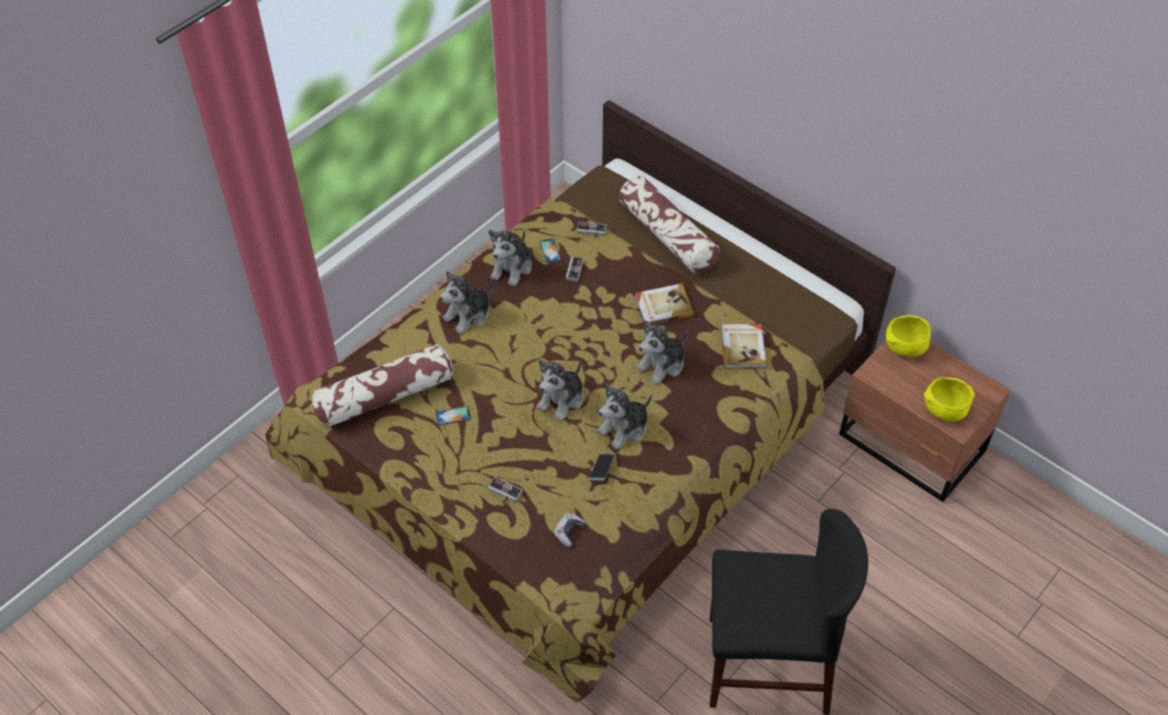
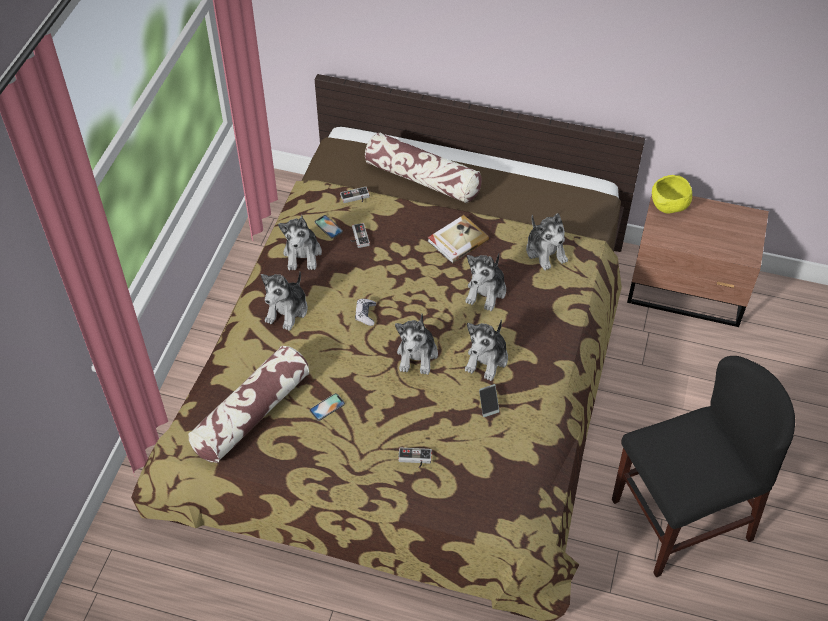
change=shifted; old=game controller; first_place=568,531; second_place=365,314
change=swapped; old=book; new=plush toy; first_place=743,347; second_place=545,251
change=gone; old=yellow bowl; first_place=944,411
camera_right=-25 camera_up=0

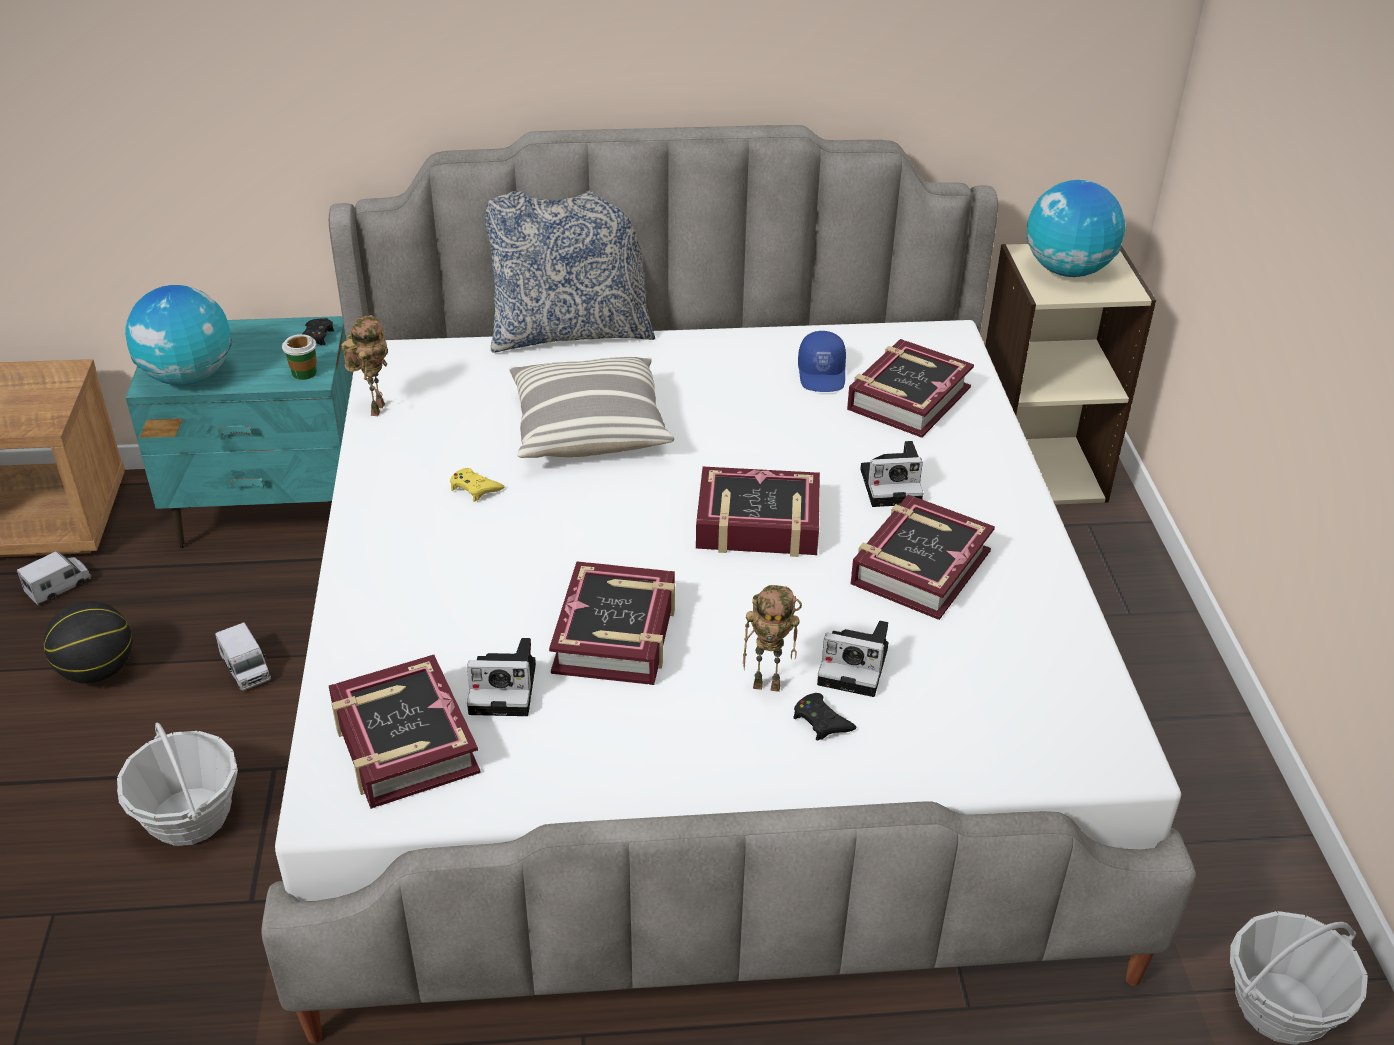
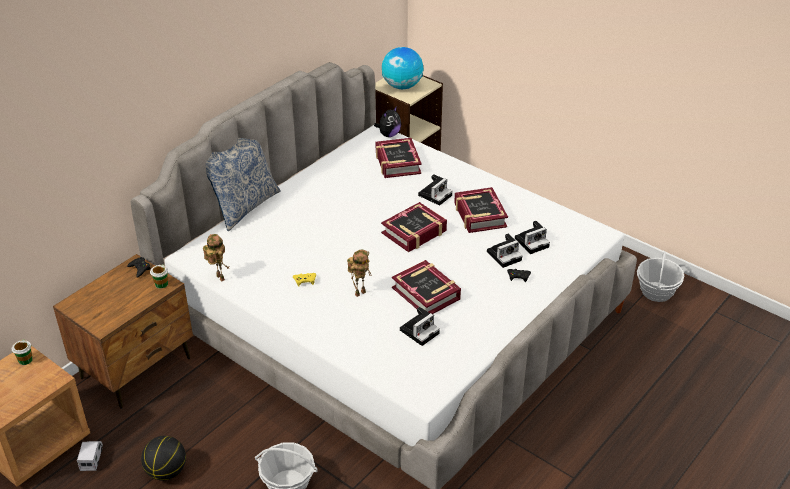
change=gone; old=globe; first_place=188,377
change=repainted; old=turquoise nightstand; new=brown nightstand; first_place=272,508; second_place=137,368
change=gone; old=toy truck; first_place=246,669
change=gone; old=book; first_place=403,742
change=gone; old=pillow; first_place=588,428
change=shifted; old=toy robot; first_place=769,684; second_place=360,292
change=gone; old=blue cap; first_place=822,374
change=new; new=cup; second_place=25,360
change=new; new=plush toy; second_place=389,135
change=new; new=photo camera; second_place=532,242
camera_right=-45 camera_up=0

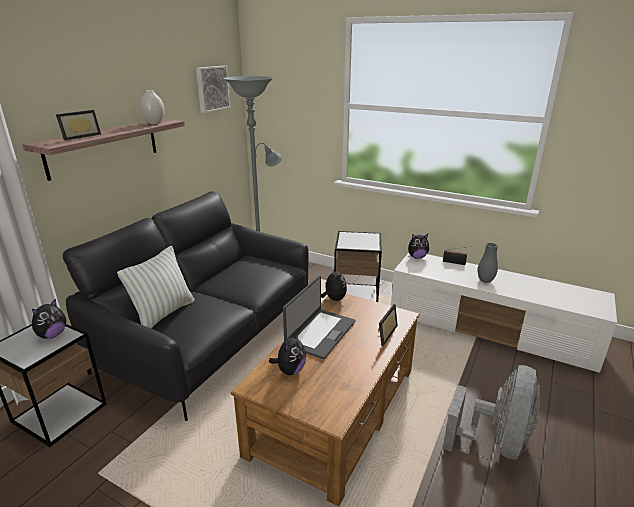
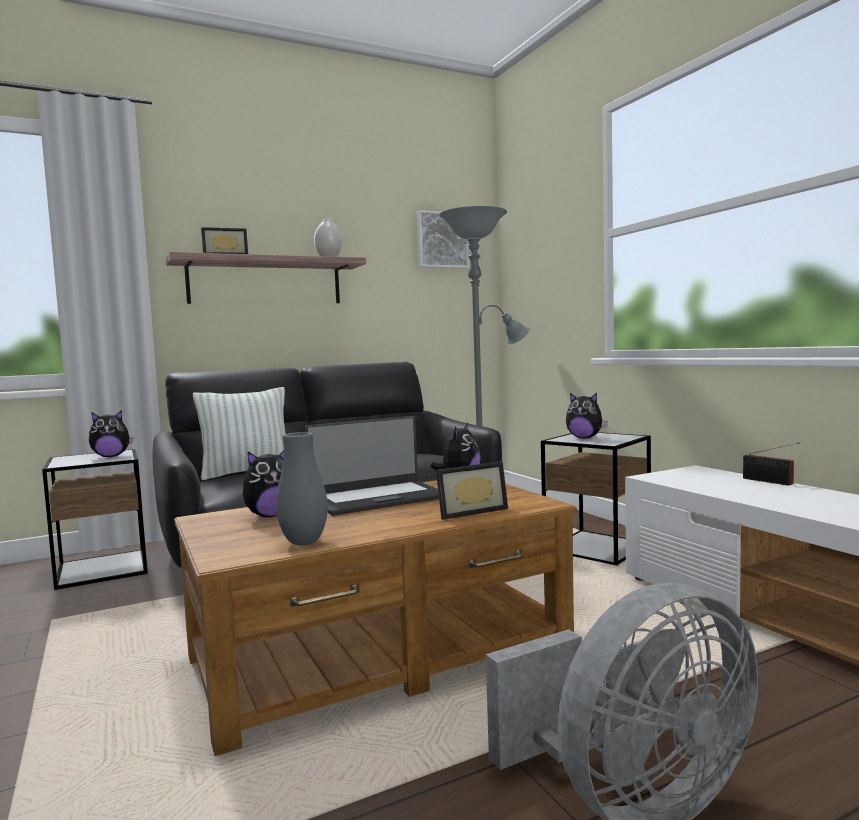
change=shifted; old=plush toy; first_place=417,257; second_place=585,438
change=shifted; old=grey vase; first_place=485,281; second_place=304,542
camera_right=35 camera_up=-20

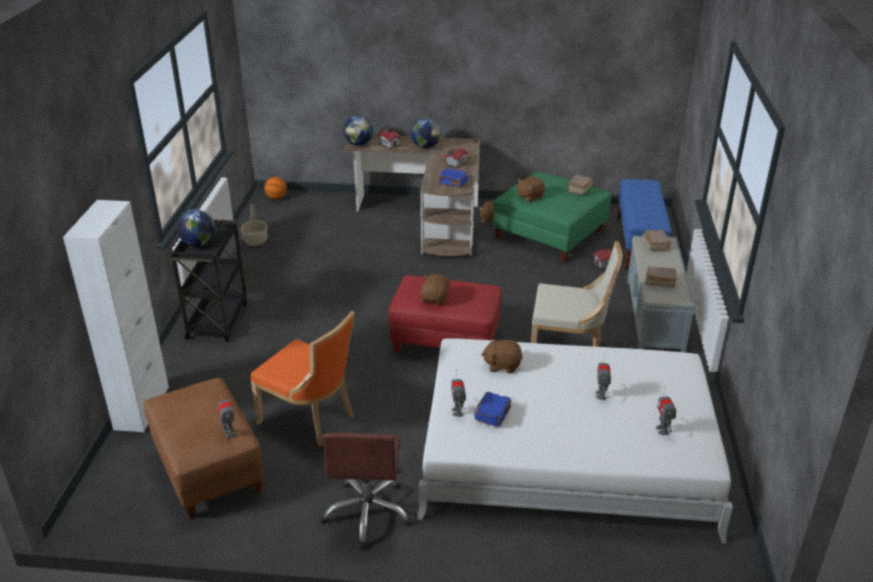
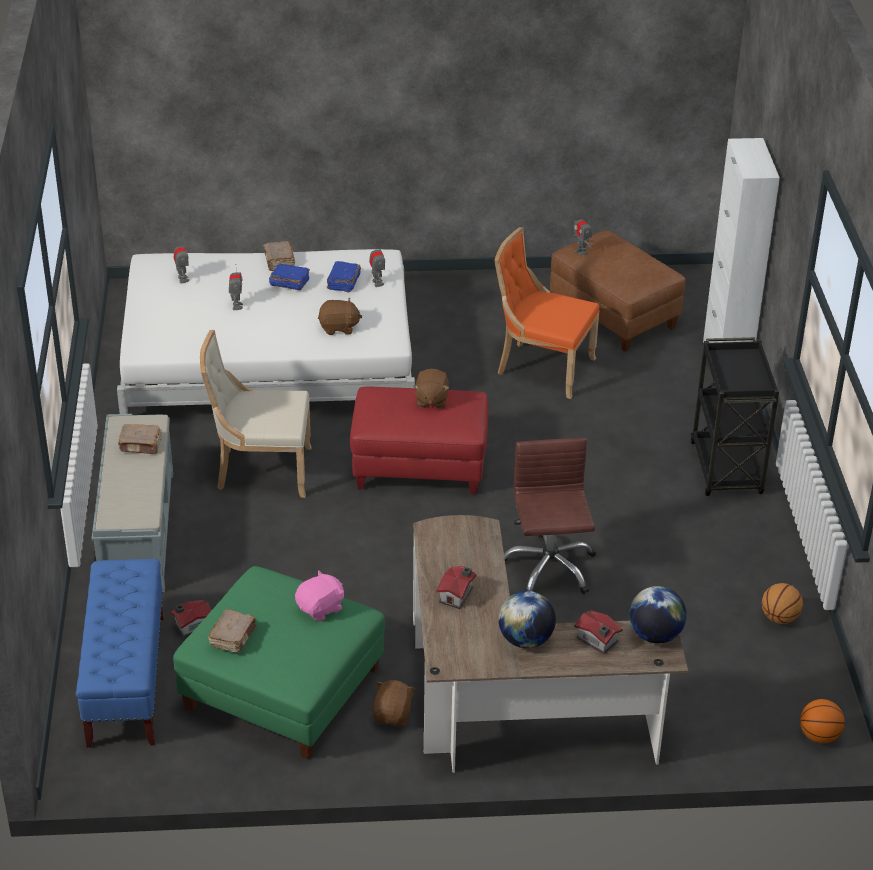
change=gone; old=globe; first_place=198,244
change=swapped; old=basket; new=basketball; first_place=255,240; second_place=779,618
change=shifted; old=brown office chair; first_place=368,512; second_place=548,568
change=shifted; old=blue book; first_place=453,182; second_place=289,283
change=repainted; old=brown plush toy; new=pink plush toy; first_place=529,197; second_place=321,608
change=shifted; old=brown book; first_place=655,245; second_place=279,262
camera_right=170 camera_up=5

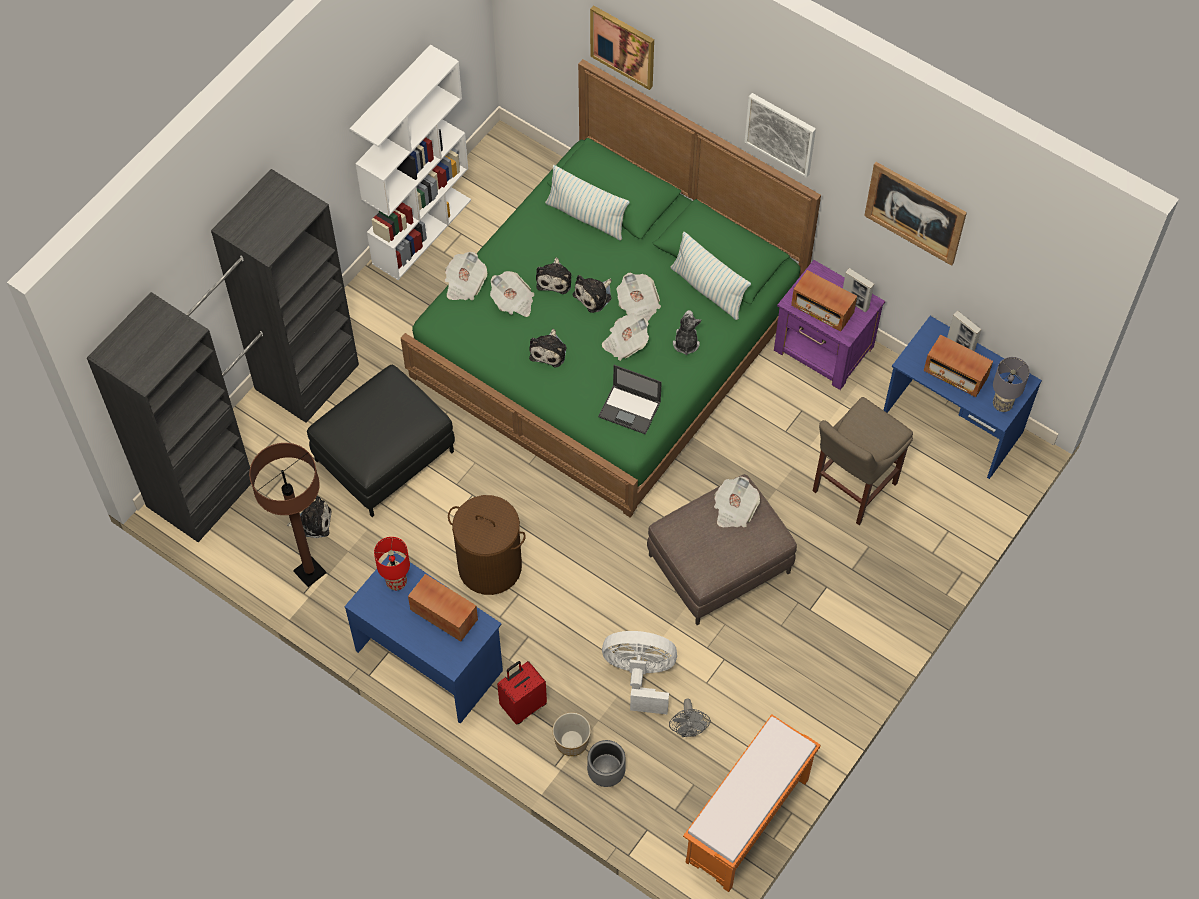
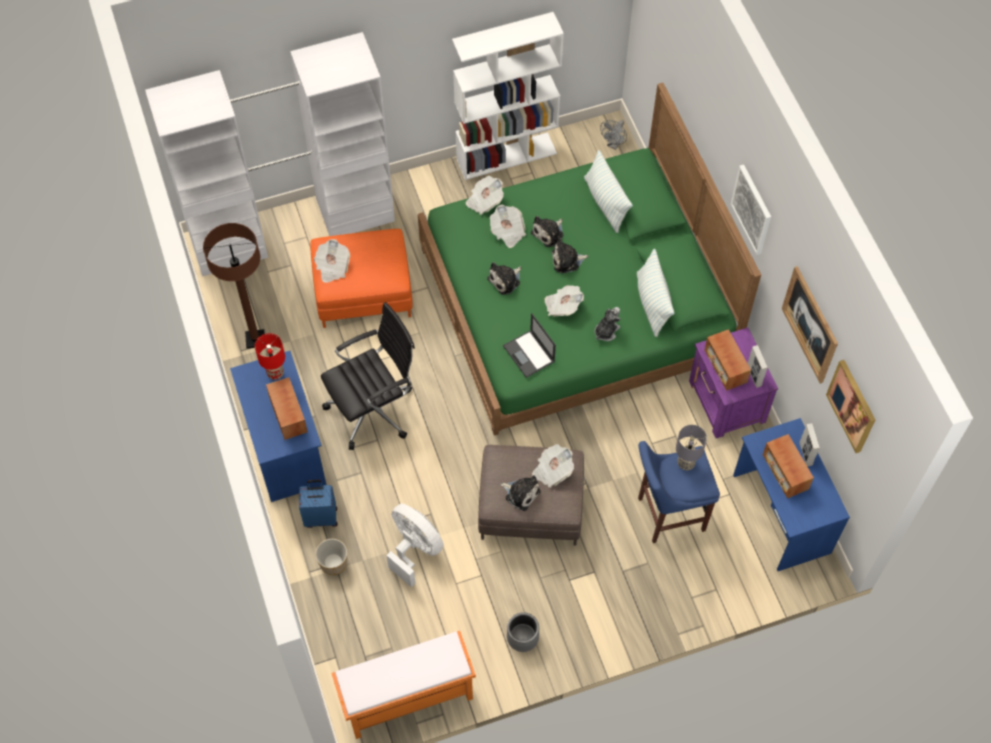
change=repainted; old=black wardrobe; new=white wardrobe; first_place=255,433; second_place=293,227
change=shifted; old=plush toy; first_place=313,522; second_place=521,493
change=repainted; old=black ottoman; new=orange ottoman; first_place=384,455; second_place=363,292
change=swapped; old=brown laundry basket; new=black office chair; first_place=490,566; second_place=374,409
change=repainted; old=red suitcase; new=blue suitcase; first_place=523,705; second_place=321,517
change=shifted; old=grey planter; first_place=606,770; second_place=522,637
change=shifted; old=picture; first_place=623,46; second_place=852,406
change=shifted; old=newspaper; first_place=638,305; second_place=332,267
change=shifted; old=grey fan; first_place=688,730; second_place=614,144
change=repainted; old=beige stool; new=blue stool; first_place=851,489; second_place=667,514
change=shifted; old=grey table lamp; first_place=1001,404; second_place=685,463
camera_right=35 camera_up=0

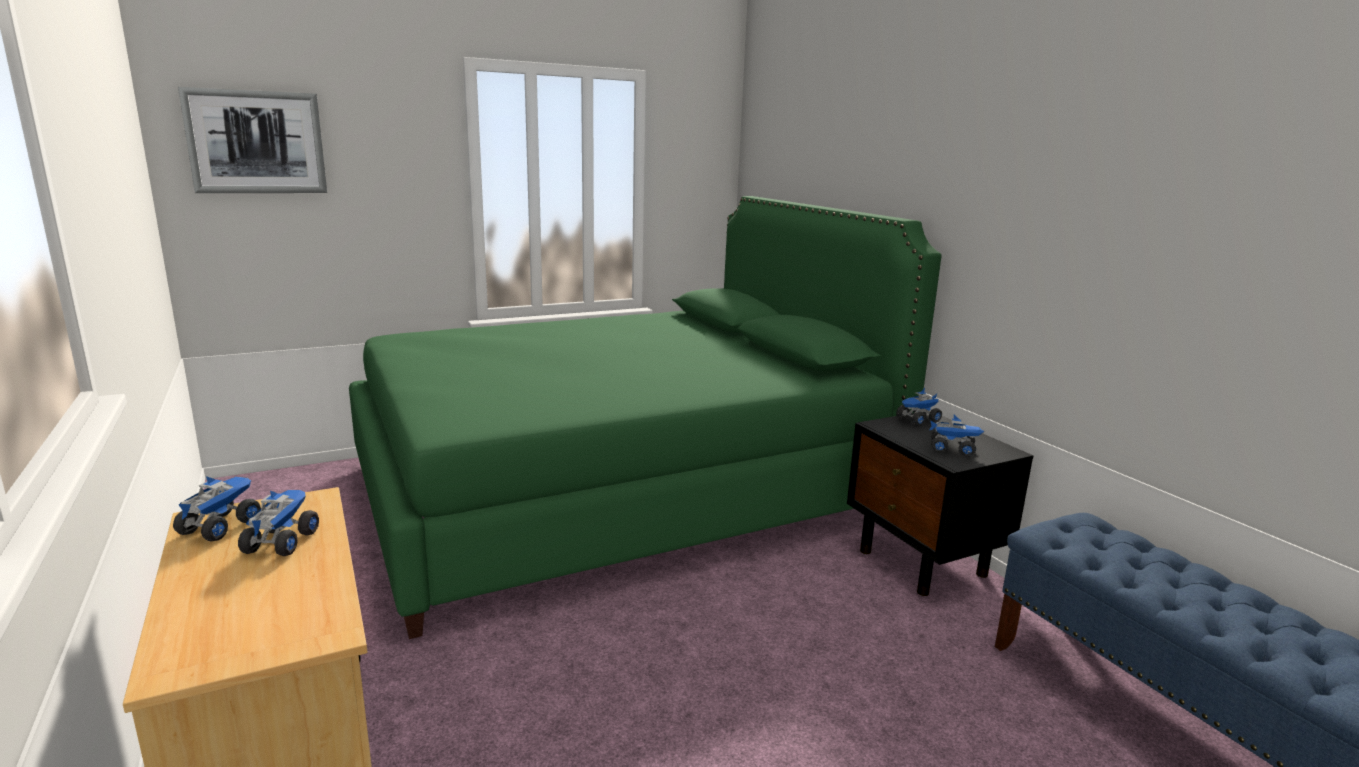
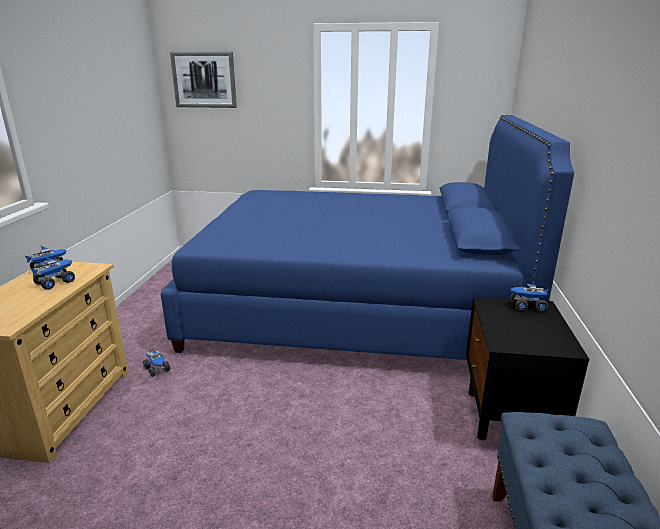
change=repainted; old=green bed; new=blue bed; first_place=618,491; second_place=354,306
change=shifted; old=toy truck; first_place=953,450; second_place=157,369
camera_right=35 camera_up=5

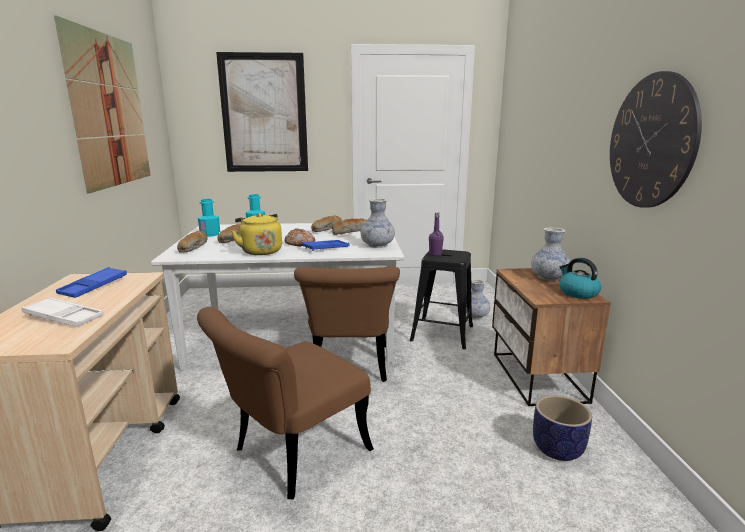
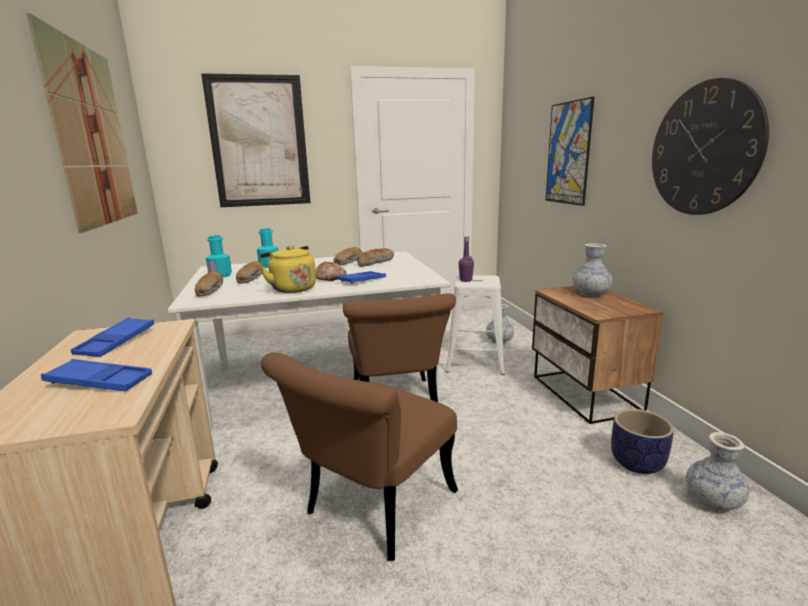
change=repainted; old=white tray; new=blue tray; first_place=64,317; second_place=100,382
change=shifted; old=vase; first_place=377,245; second_place=713,501
change=repainted; old=black stool; new=white stool; first_place=442,333; second_place=475,361
change=gone; old=kettle; first_place=577,293
change=new; new=picture; second_place=568,153
camera_right=-10 camera_up=0

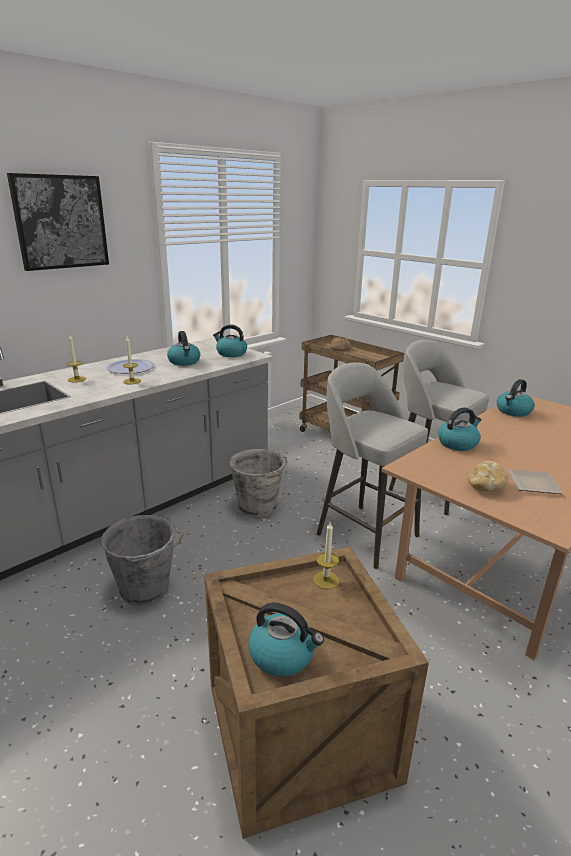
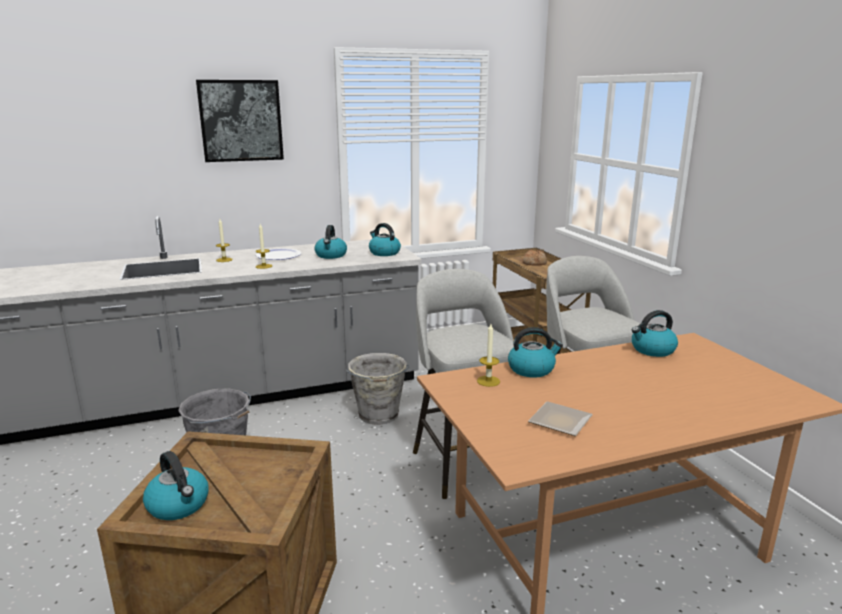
change=shifted; old=candle; first_place=326,580; second_place=488,381
change=gone; old=bread; first_place=485,486
camera_right=25 camera_up=-5

